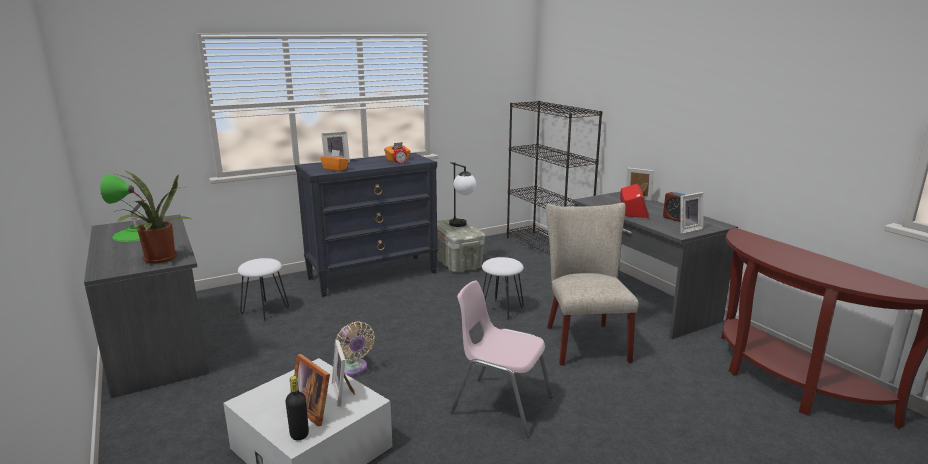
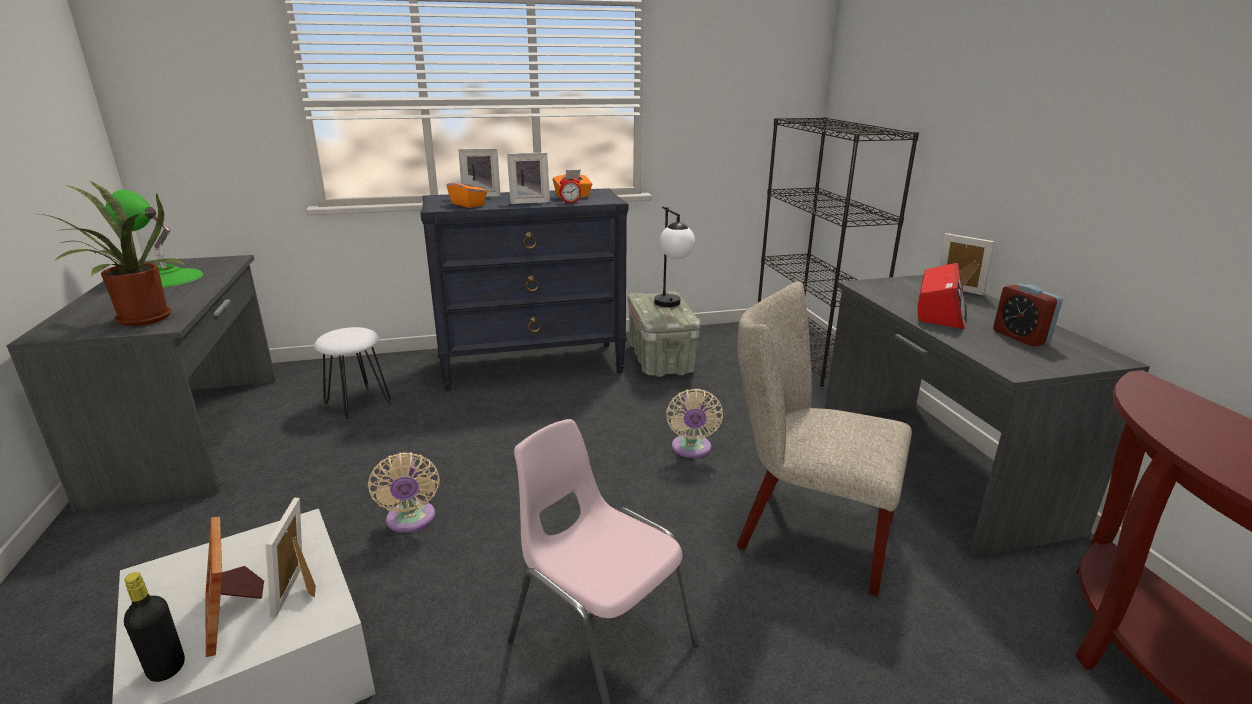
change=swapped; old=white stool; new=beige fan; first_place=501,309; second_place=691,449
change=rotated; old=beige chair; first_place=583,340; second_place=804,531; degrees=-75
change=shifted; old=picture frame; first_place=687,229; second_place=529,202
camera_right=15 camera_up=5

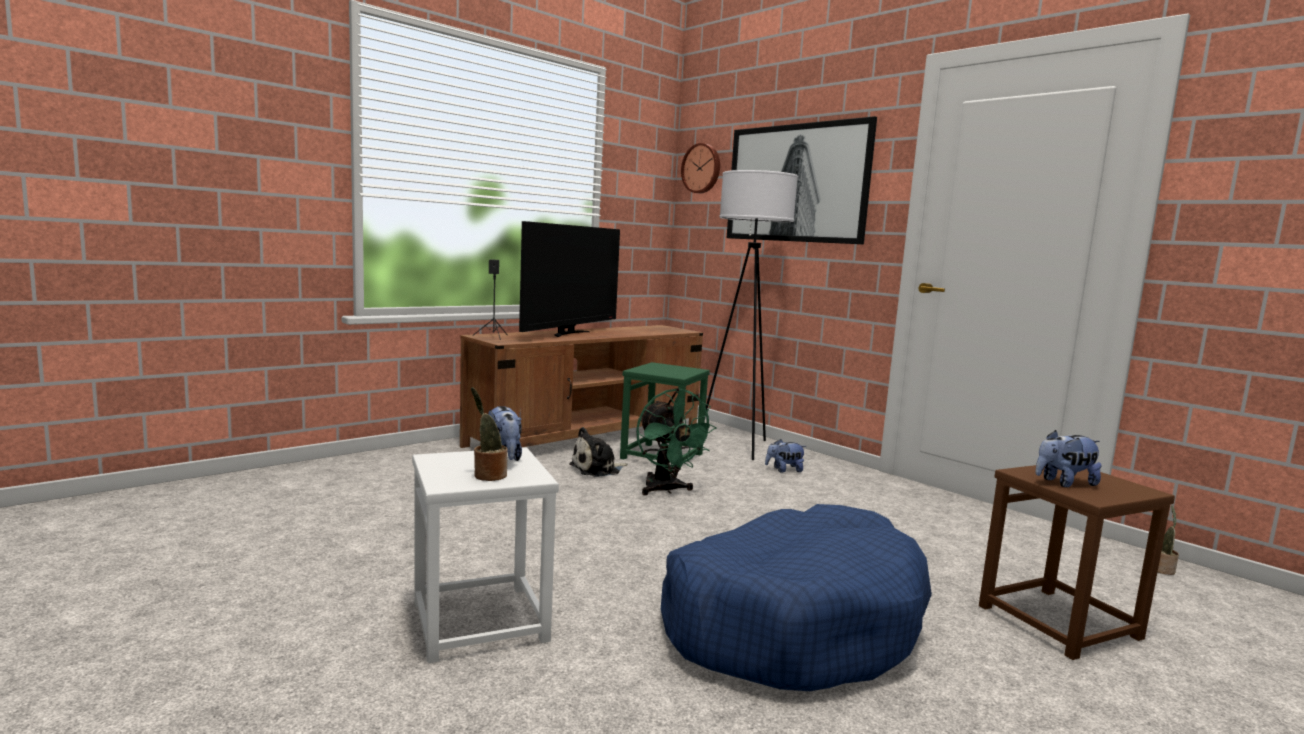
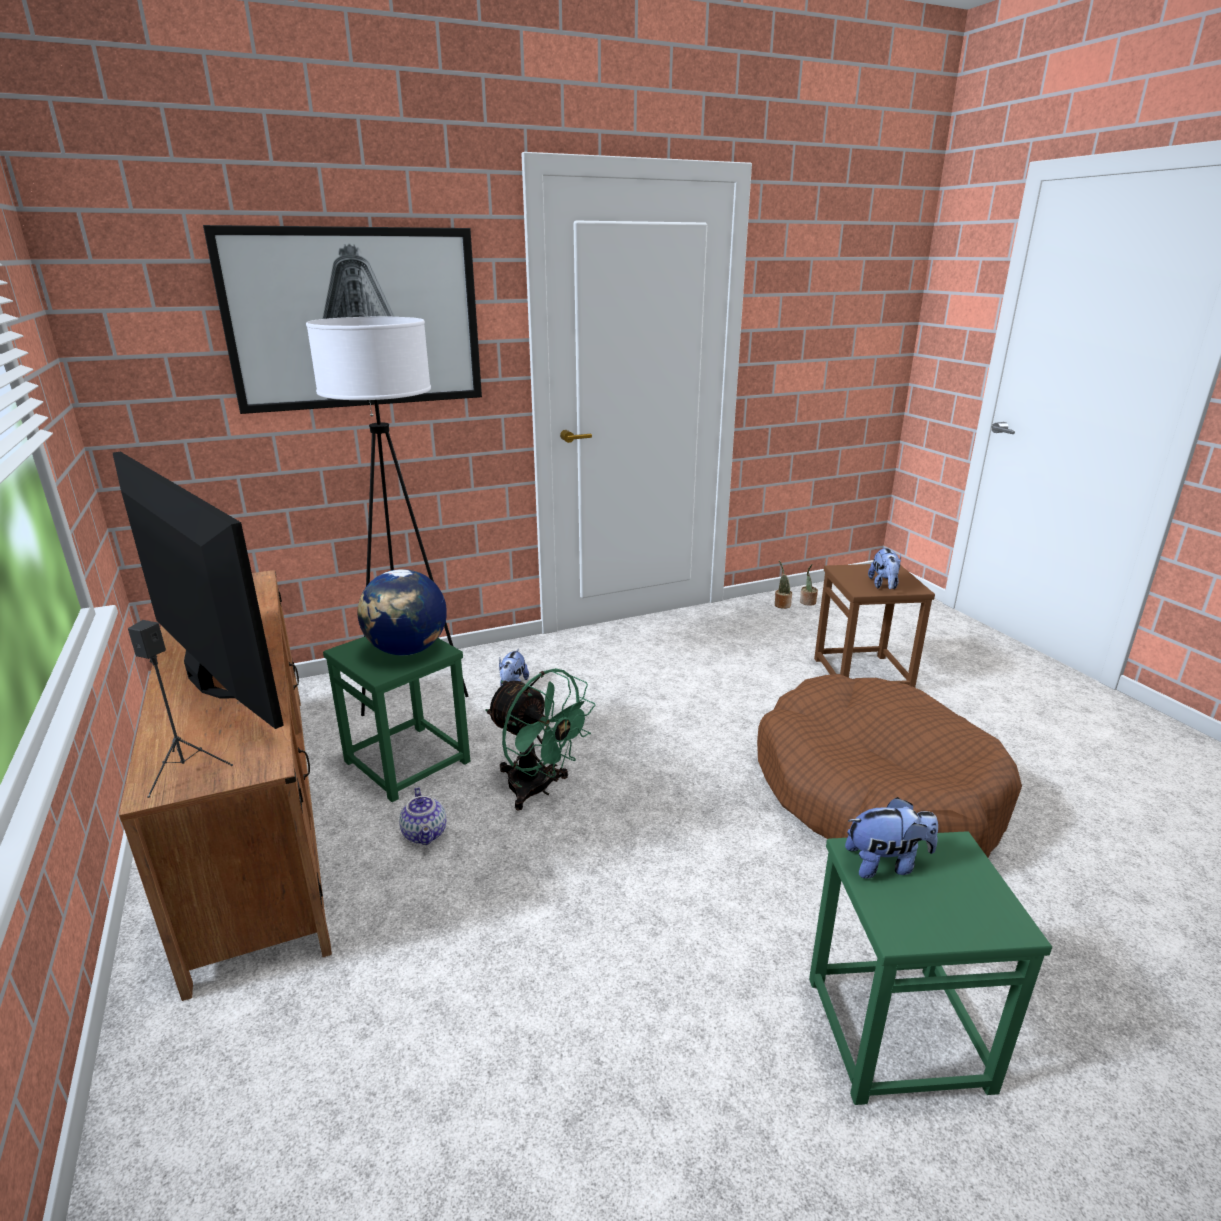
change=repainted; old=white stool; new=green stool; first_place=481,621; second_place=897,1031
change=shifted; old=potted plant; first_place=488,475; second_place=807,602
change=swapped; old=plush toy; new=teapot; first_place=597,469; second_place=426,834
change=rotated; old=green fan; first_place=666,490; second_place=538,789; degrees=45
change=repainted; old=blue dog bed; new=brown dog bed; first_place=791,622; second_place=874,795
change=gone; old=wall clock; first_place=702,168
change=new; new=globe; second_place=407,650
camera_right=-70 camera_up=15

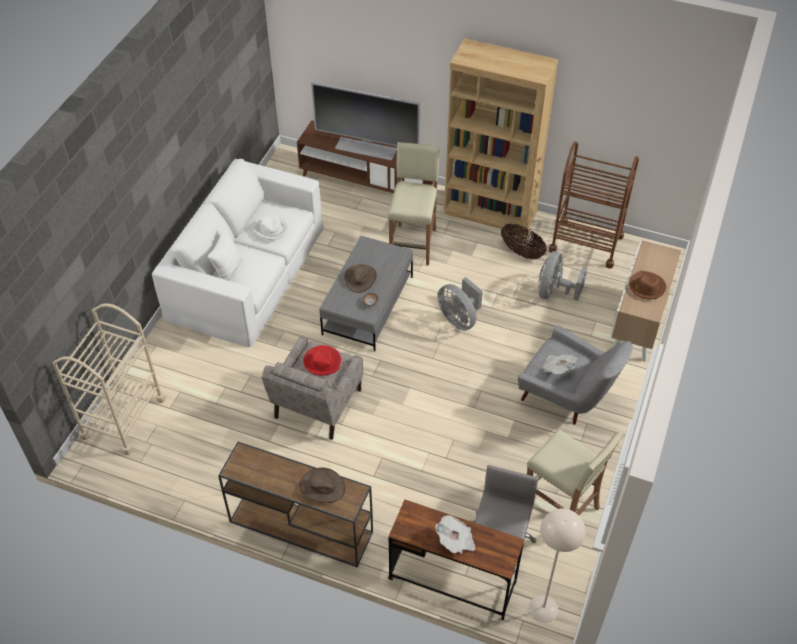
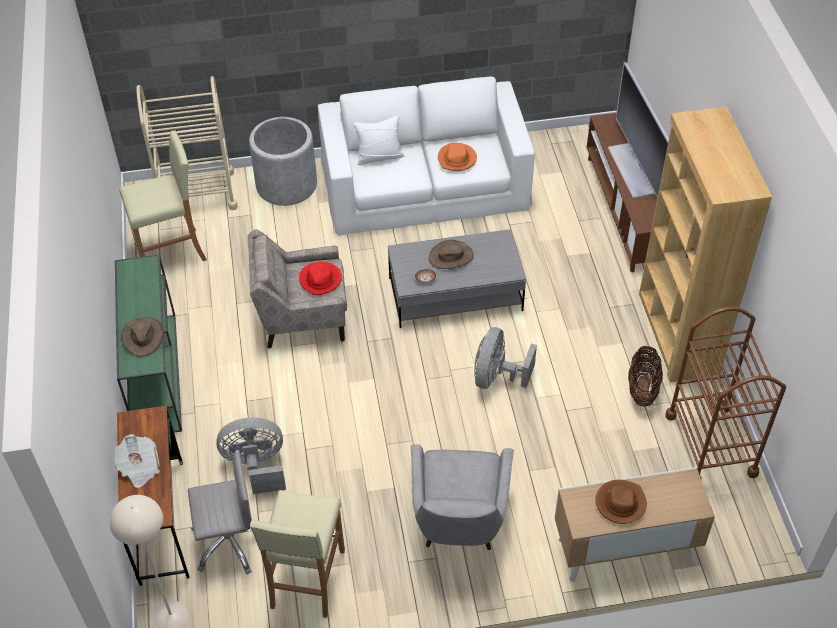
change=repainted; old=brown console table; new=green console table; first_place=299,526; second_place=156,373
change=repainted; old=white hat; new=orange hat; first_place=272,229; second_place=457,159
change=shifted; old=beige stool; first_place=413,244; second_place=171,252
change=shifted; old=grey fan; first_place=554,292; second_place=256,466
change=gone; old=newspaper; first_place=558,368
change=new; new=grey planter; second_place=286,185
camera_right=60 camera_up=0

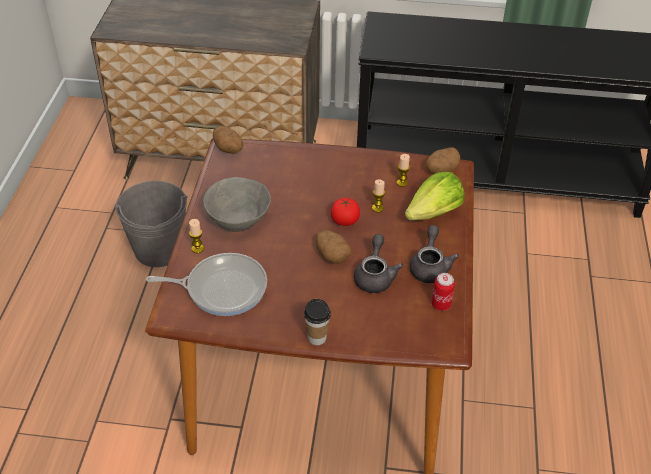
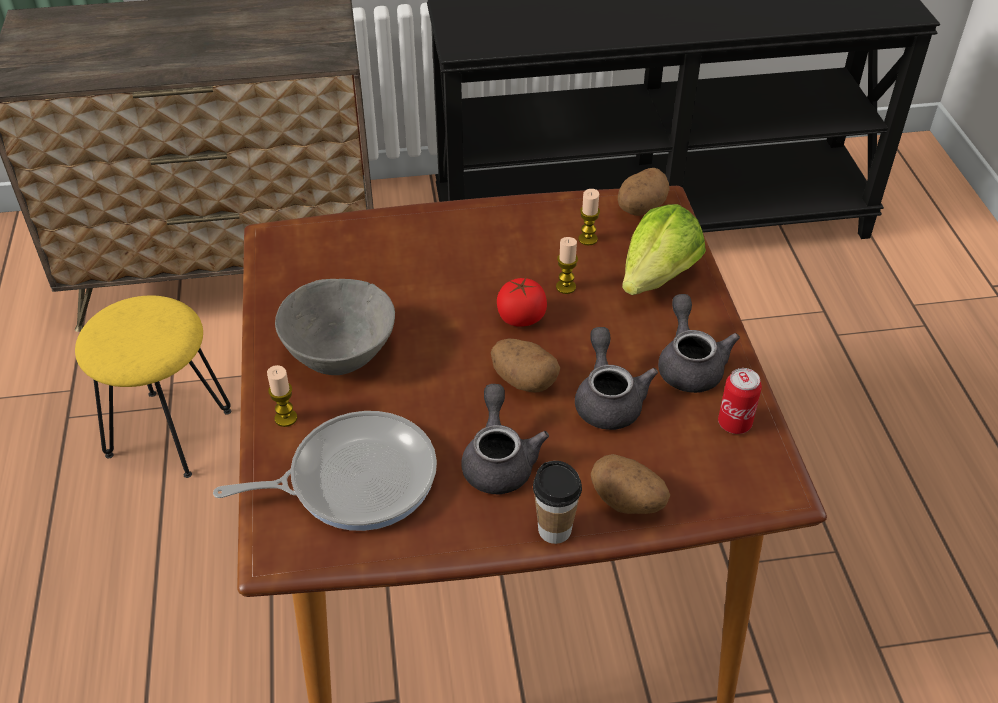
change=swapped; old=grey bucket; new=yellow stool; first_place=159,249; second_place=168,433
change=shifted; old=potato; first_place=229,149; second_place=628,501
change=new; new=grey teapot; second_place=499,460
camera_right=-15 camera_up=0

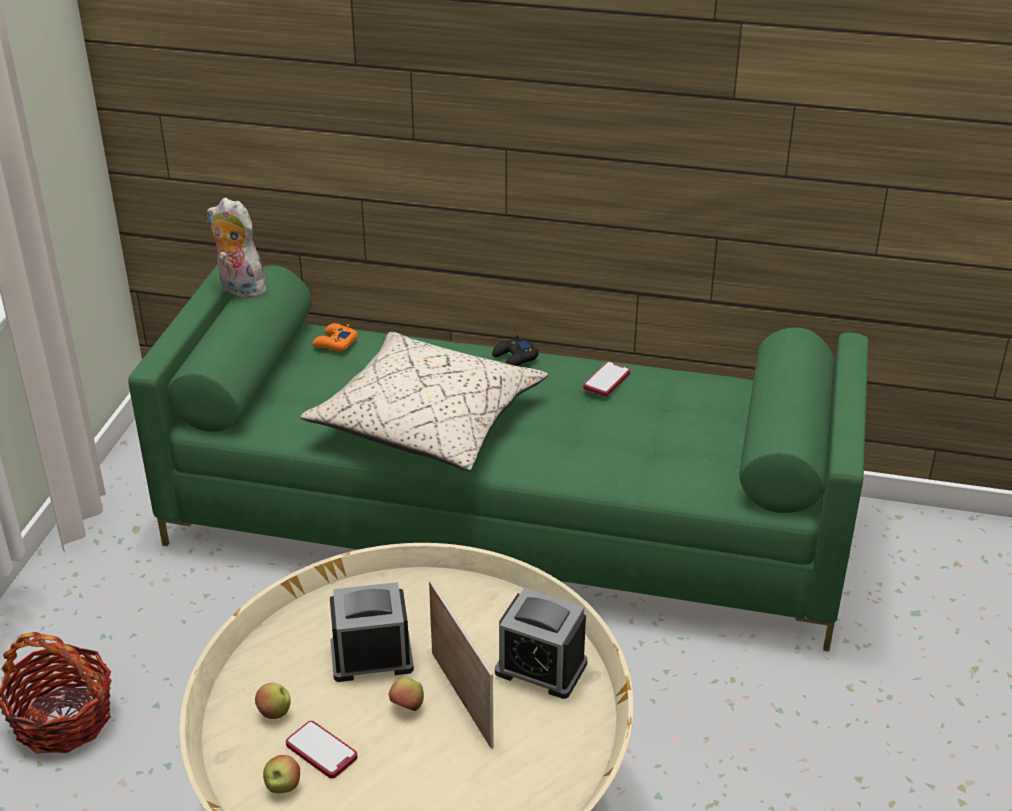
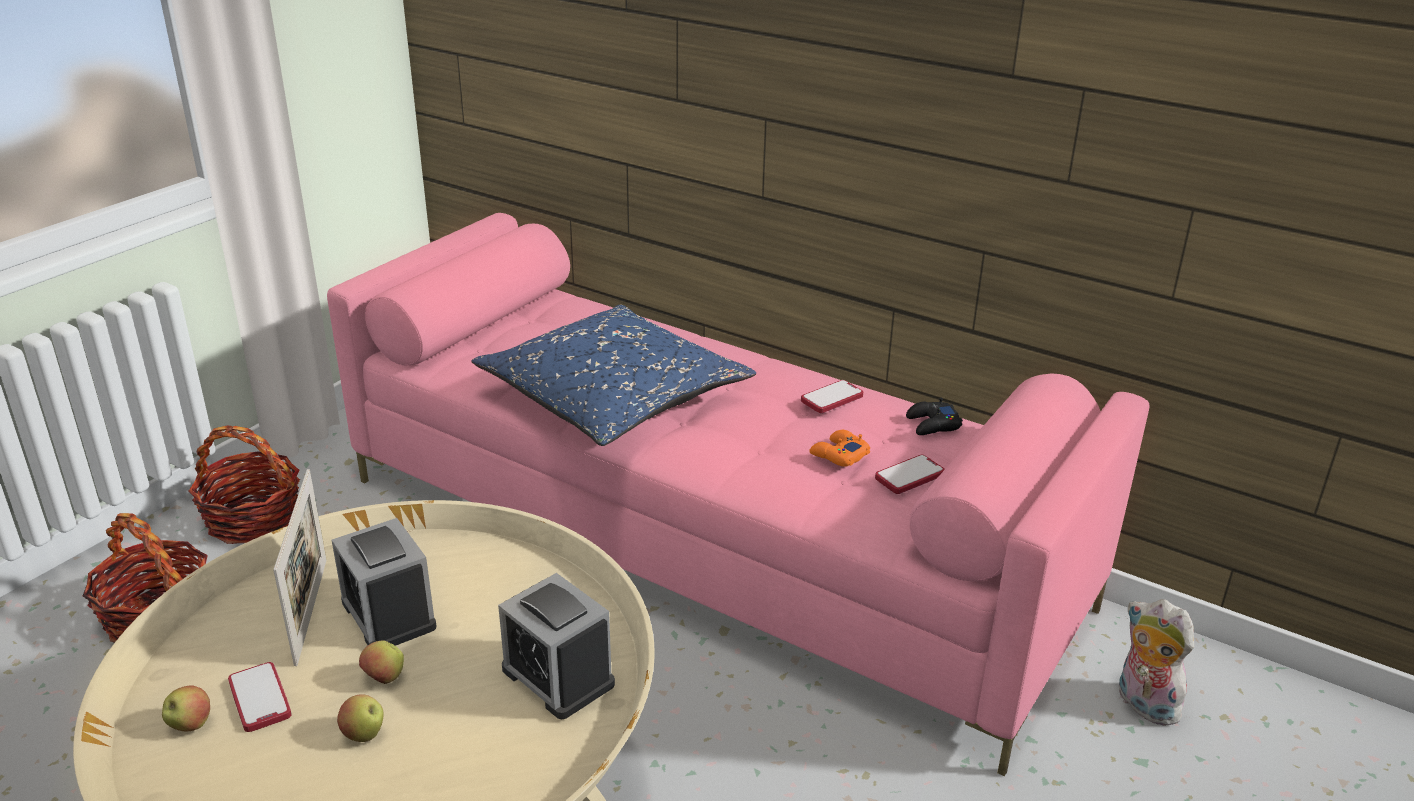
change=repainted; old=green sofa; new=pink sofa; first_place=509,523; second_place=708,541
change=shifted; old=plush toy; first_place=239,289; second_place=1142,704
change=shifted; old=apple; first_place=274,713; second_place=364,734
change=repainted; old=beige pillow; new=blue pillow; first_place=427,422; second_place=613,398
change=shifted; old=orange game controller; first_place=334,343; second_place=838,455
change=rotated; old=alarm clock; first_place=371,657; second_place=388,614; degrees=-135
change=shifted; old=picture frame; first_place=461,699; second_place=311,610
change=shifted; old=black game controller; first_place=515,358; second_place=932,425
change=new; new=basket; second_place=253,519
change=new; new=phone; second_place=909,476
camera_right=20 camera_up=-5

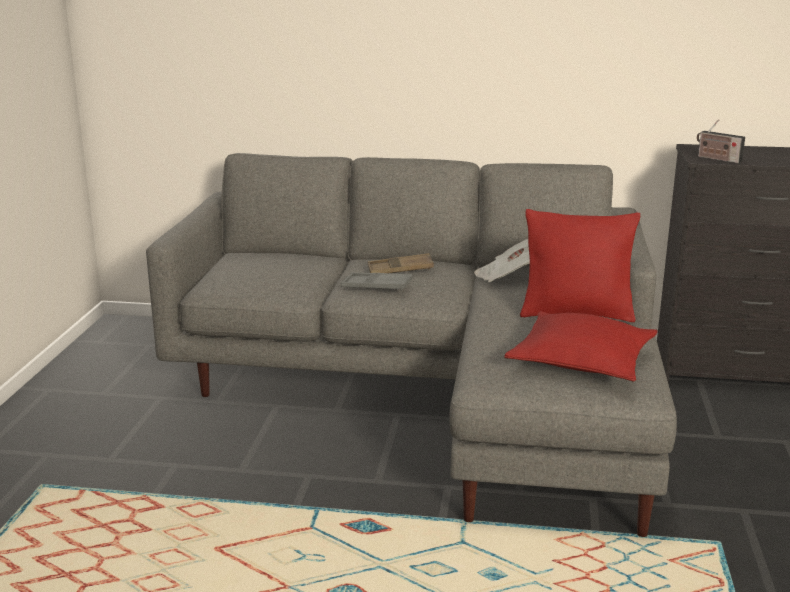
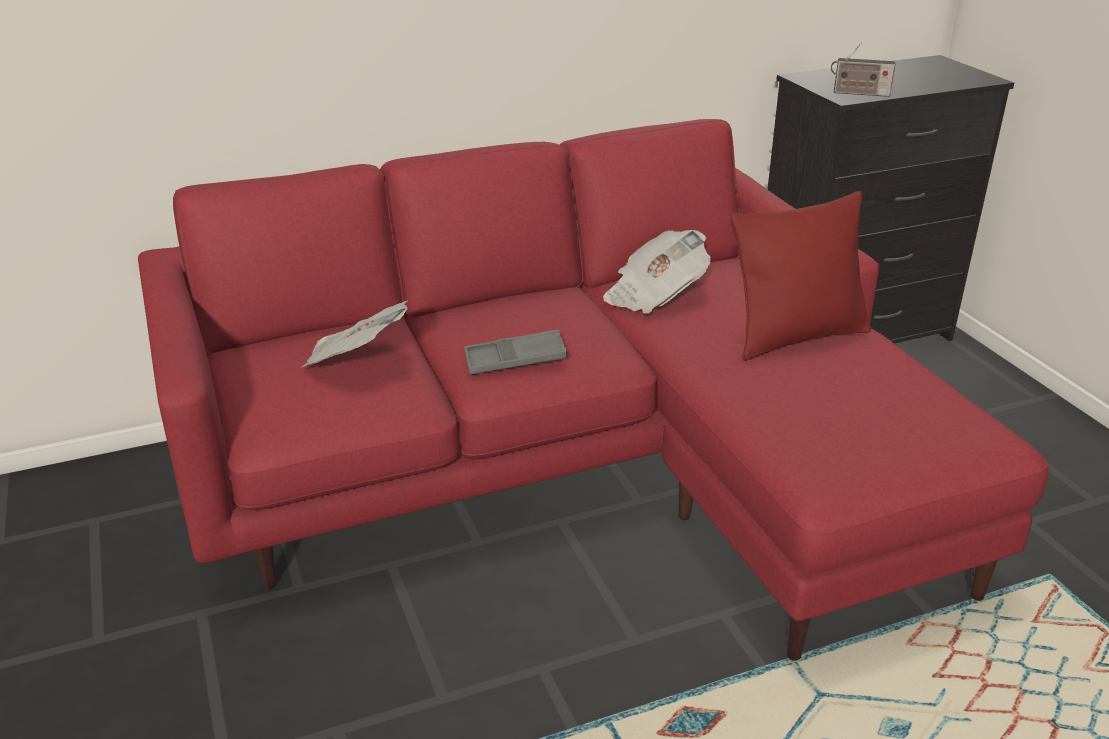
change=repainted; old=grey sofa; new=red sofa; first_place=433,394; second_place=574,473
change=gone; old=brown tray; first_place=400,270
change=gone; old=red pillow; first_place=581,361
change=new; new=newspaper; second_place=357,360
camera_right=-30 camera_up=10

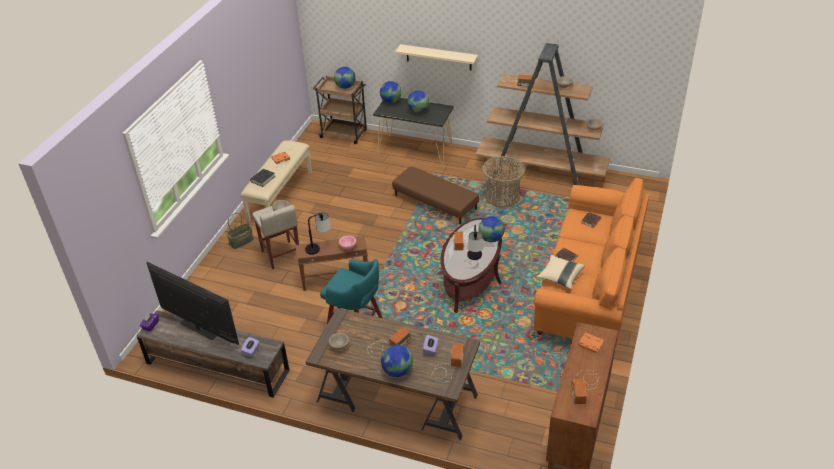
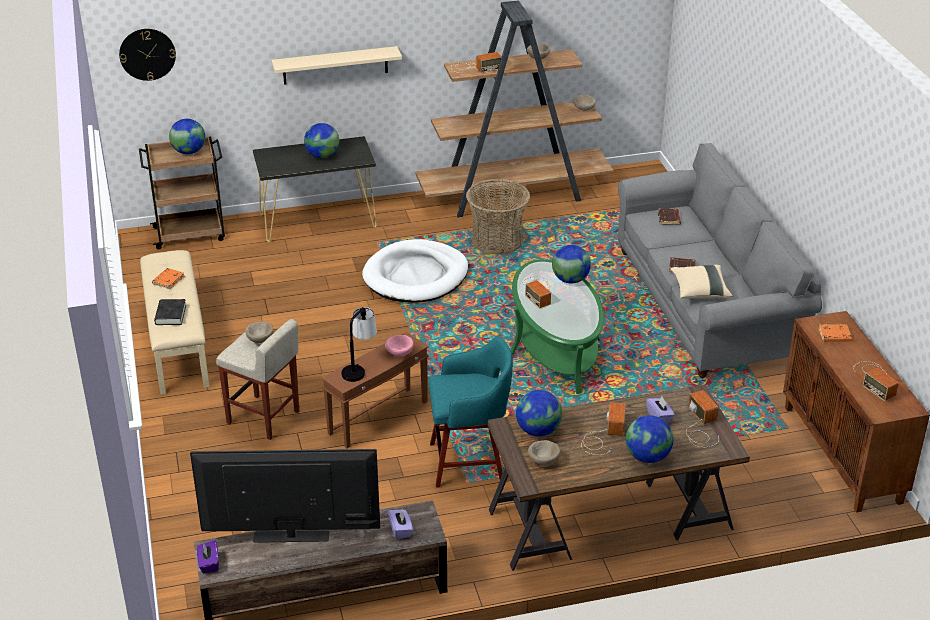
change=gone; old=basket; first_place=241,242
change=shifted; old=globe; first_place=391,101; second_place=538,431
change=swapped; old=brown ottoman; new=white dog bed; first_place=435,202; second_place=416,276
change=repainted; old=brown coffee table; new=green coffee table; first_place=471,277; second_place=555,346
change=gone; old=table lamp; first_place=475,260
change=repainted; old=orange sofa; new=grey sofa; first_place=588,288; second_place=705,306
change=new; new=wall clock; second_place=147,54
camera_right=-35 camera_up=-5

